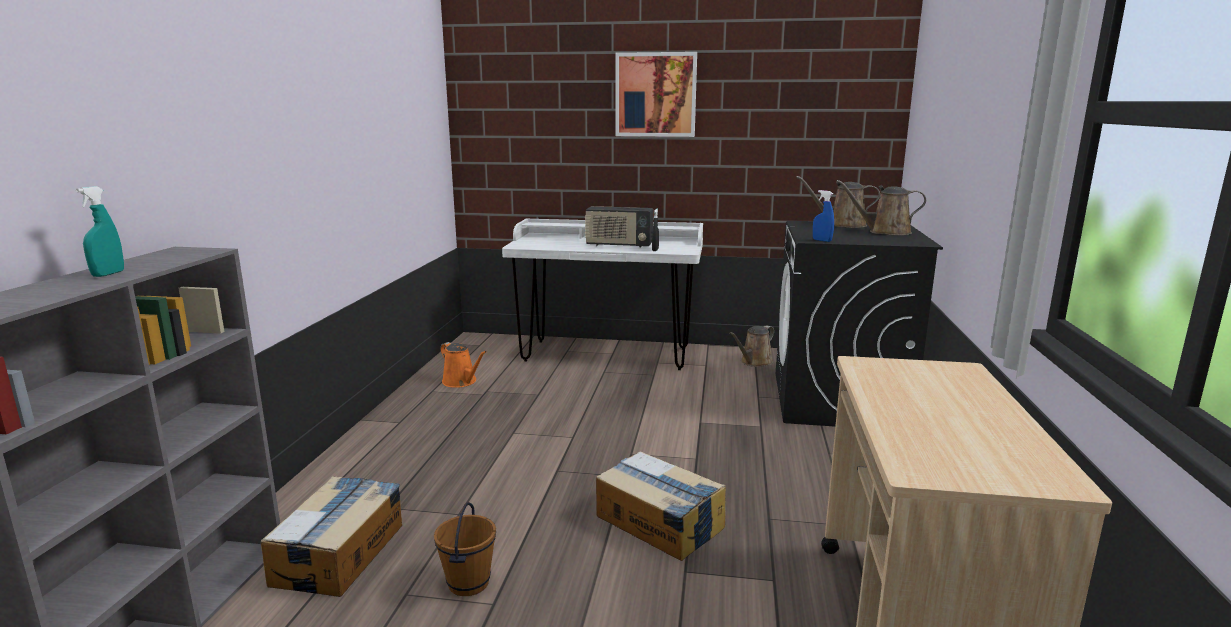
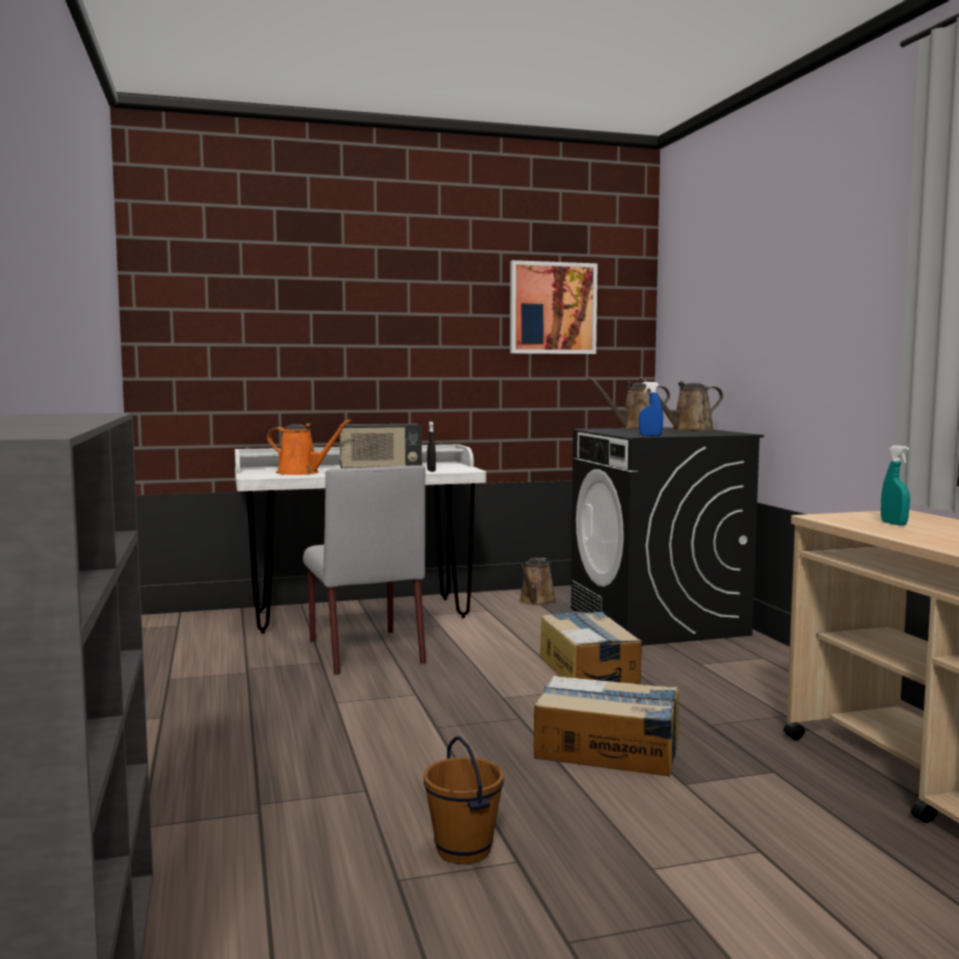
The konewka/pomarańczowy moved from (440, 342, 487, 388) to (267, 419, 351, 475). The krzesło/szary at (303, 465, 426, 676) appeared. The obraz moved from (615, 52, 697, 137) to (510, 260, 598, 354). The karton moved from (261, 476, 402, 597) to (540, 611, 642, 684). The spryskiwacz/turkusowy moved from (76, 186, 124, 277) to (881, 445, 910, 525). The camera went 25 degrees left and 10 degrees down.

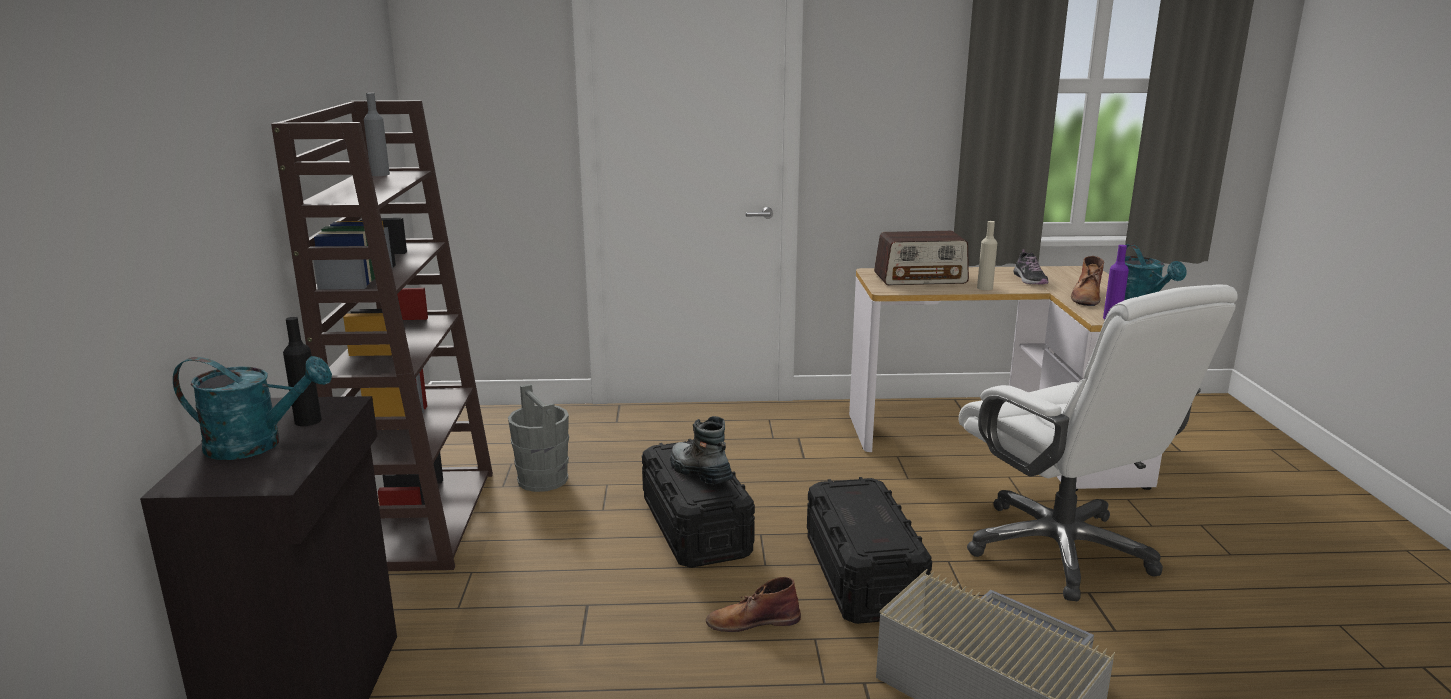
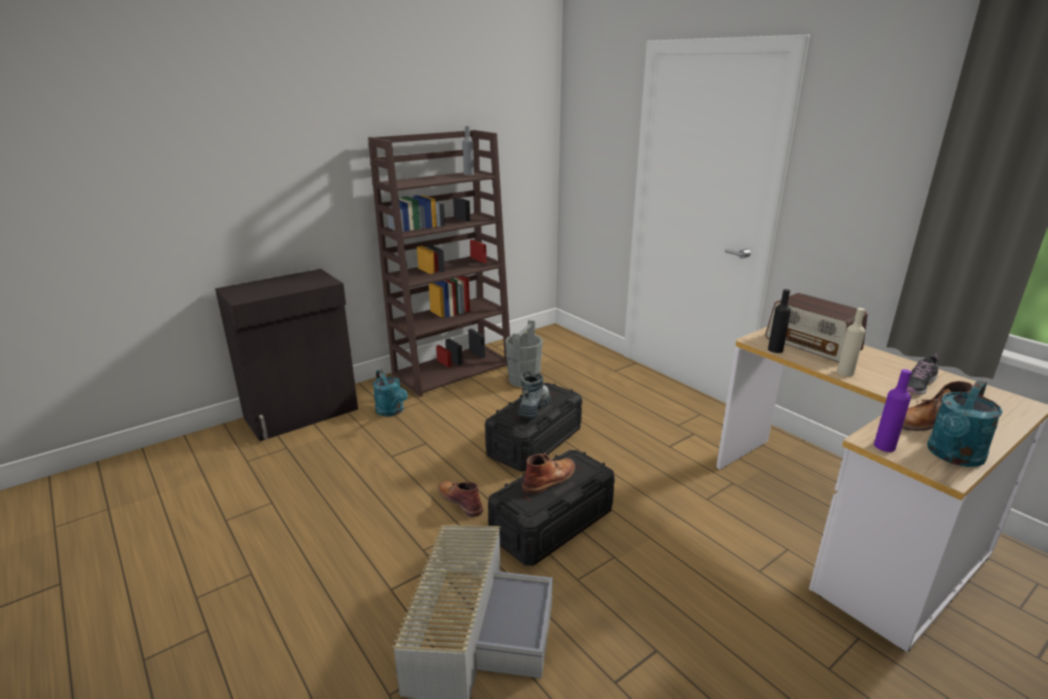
The konewka/turkusowy moved from (173, 356, 332, 460) to (373, 370, 408, 416). The but z cholewką/brązowy at (522, 453, 575, 494) appeared. The butelka/czarny moved from (283, 317, 322, 426) to (768, 289, 791, 353). The krzesło biurowe/biały at (959, 284, 1238, 601) disappeared. The camera went 55 degrees right and 5 degrees up.

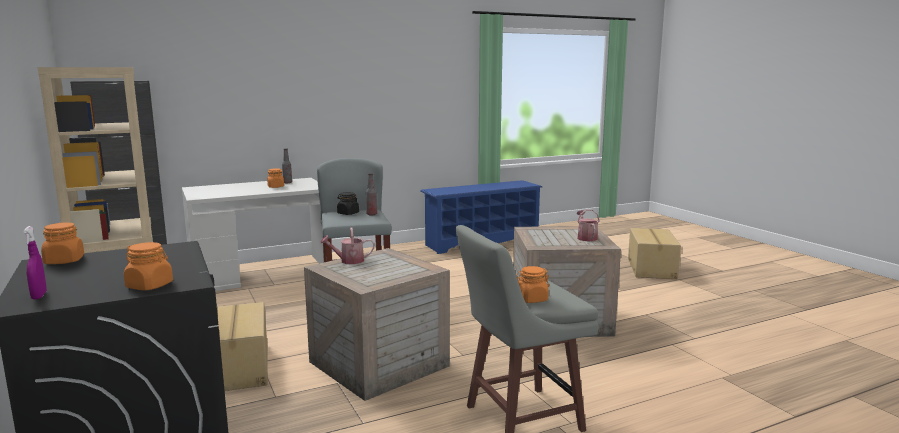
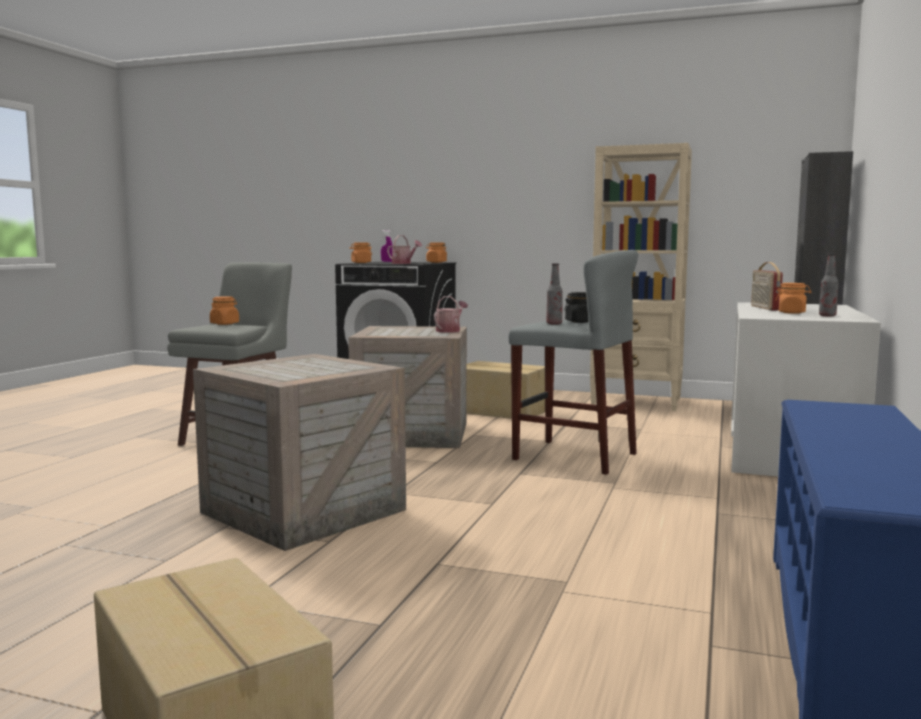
The konewka moved from (577, 210, 600, 241) to (387, 235, 422, 264). The radio at (751, 262, 783, 310) appeared. The camera went 135 degrees right and 5 degrees down.

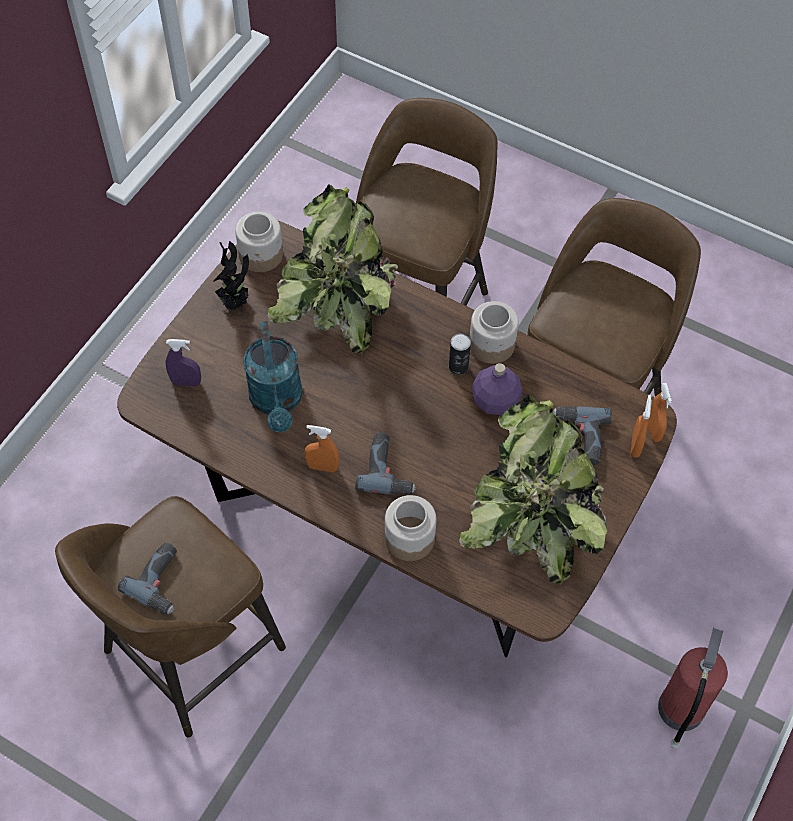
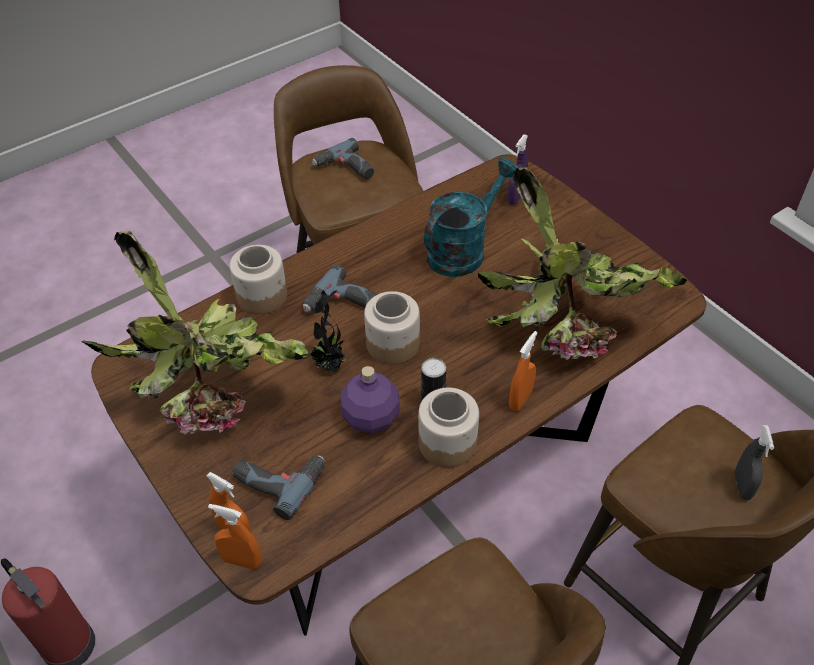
The roślina doniczkowa moved from (213, 241, 249, 310) to (310, 290, 348, 372). The słoik moved from (235, 212, 283, 272) to (364, 291, 420, 365). The konewka/turkusowy at (243, 321, 303, 432) turned 120 degrees clockwise. The spryskiwacz/pomarańczowy moved from (304, 425, 339, 472) to (509, 331, 538, 411). The spryskiwacz/szary at (735, 425, 774, 501) appeared. The camera went 115 degrees right and 10 degrees down.

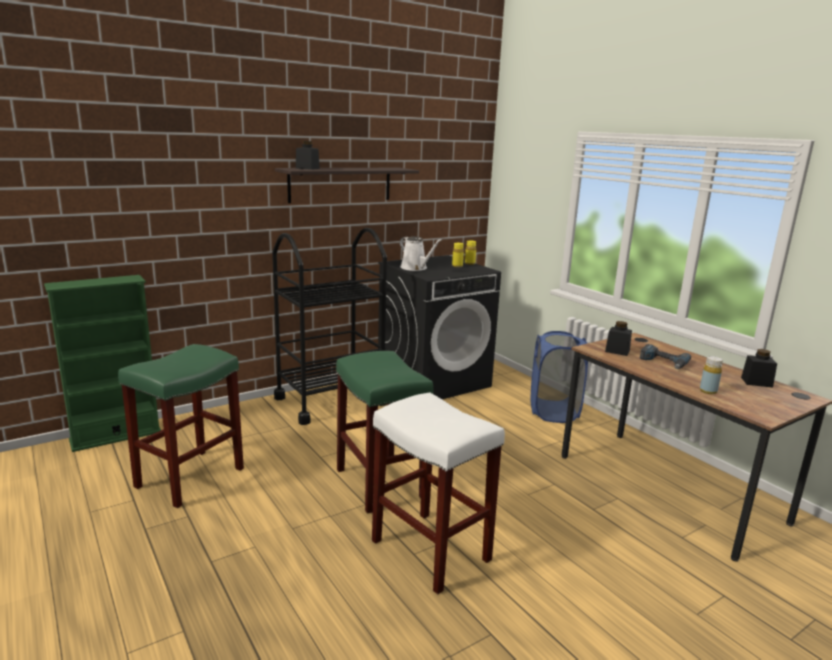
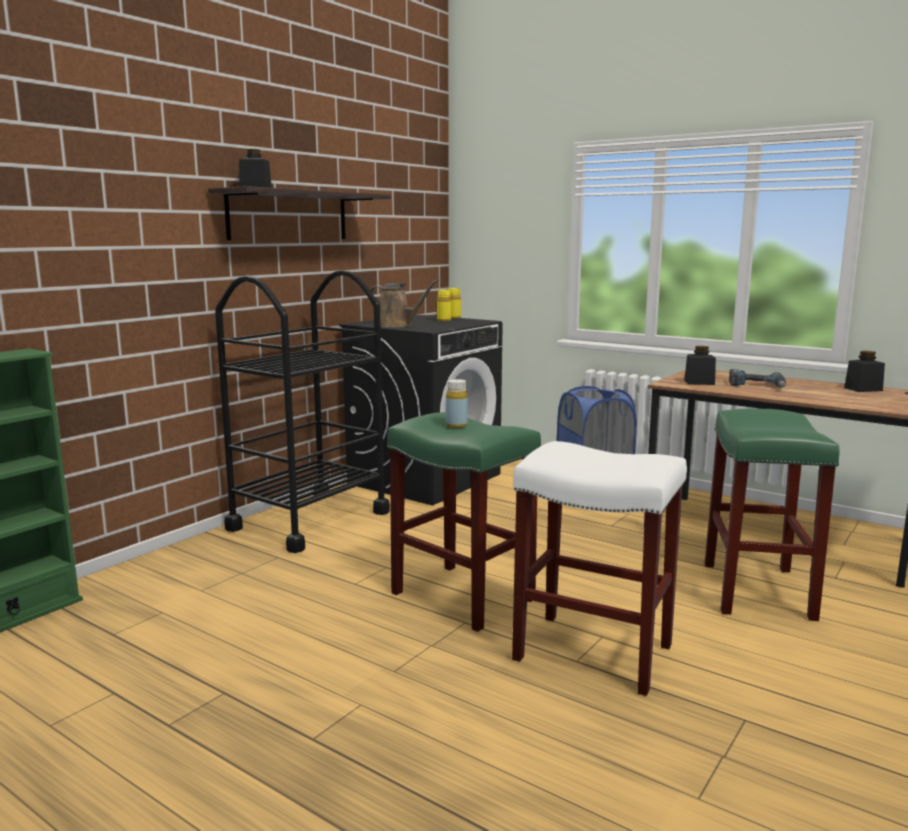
The konewka/biały at (400, 236, 442, 271) became the konewka/brązowy at (370, 279, 439, 327). The butelka/żółty moved from (700, 356, 723, 394) to (446, 379, 468, 428). The stołek/zielony moved from (118, 344, 244, 508) to (705, 408, 839, 621). The camera went 20 degrees left and 5 degrees down.

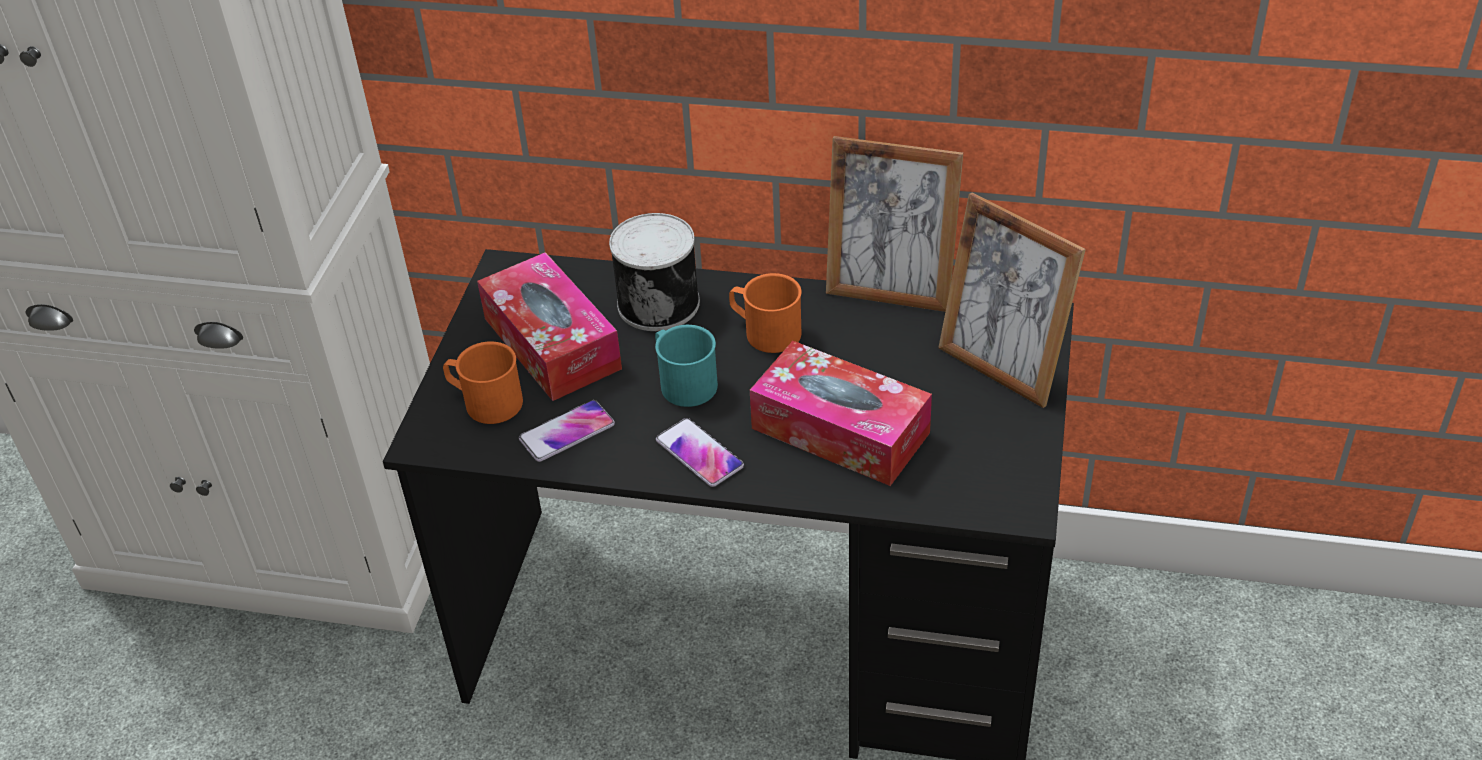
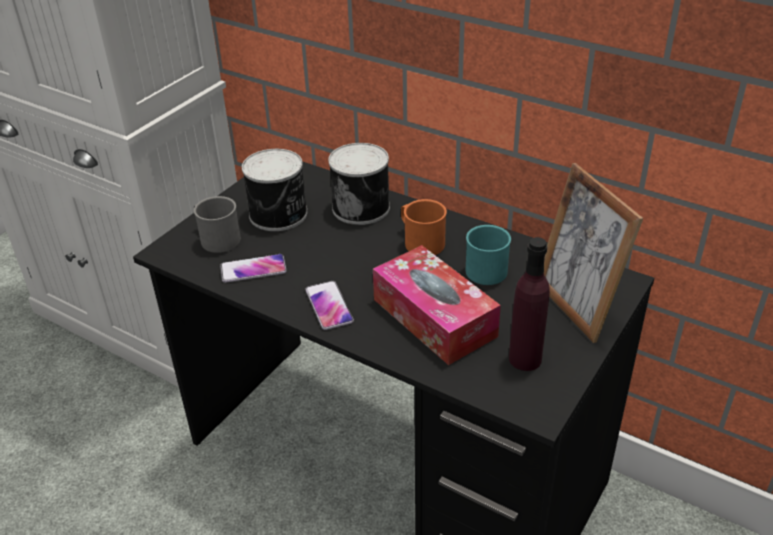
The kubek/pomarańczowy at (443, 341, 523, 424) became the kubek/szary at (194, 196, 241, 253). The pudełko chusteczek at (477, 252, 622, 401) was replaced by the puszka at (242, 149, 308, 231). The kubek/turkusowy moved from (655, 325, 718, 407) to (466, 225, 511, 285). The butelka/fioletowy at (509, 237, 550, 371) appeared. The ramka na zdjęcie at (826, 136, 963, 312) disappeared. The camera went 20 degrees right and 5 degrees down.

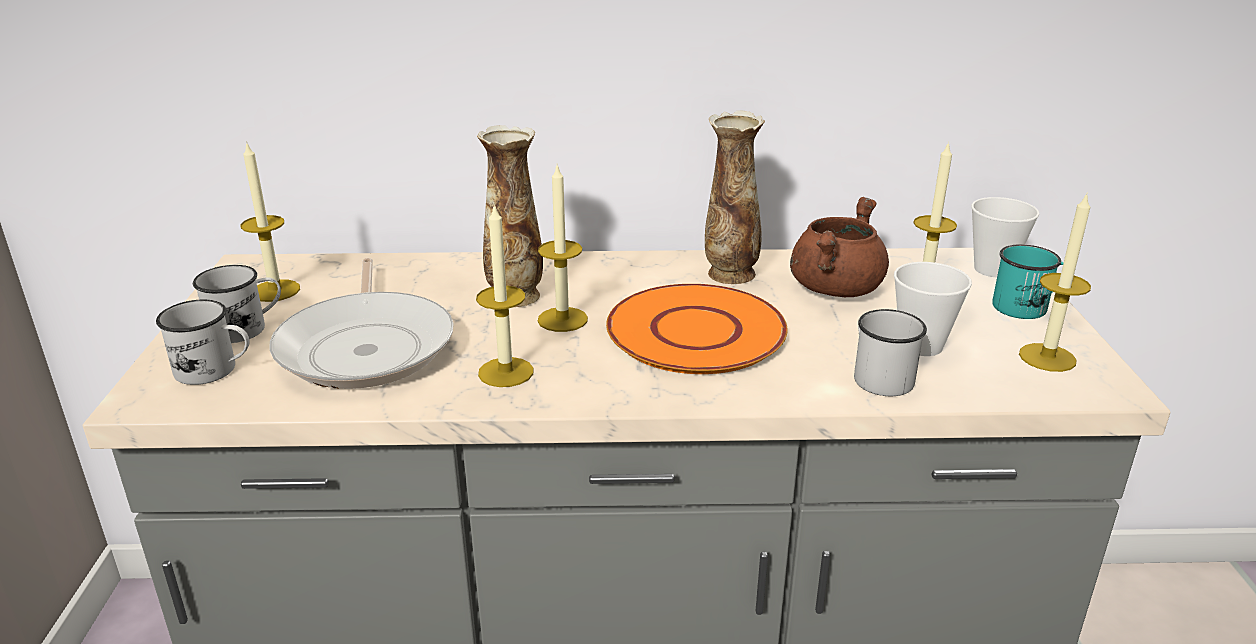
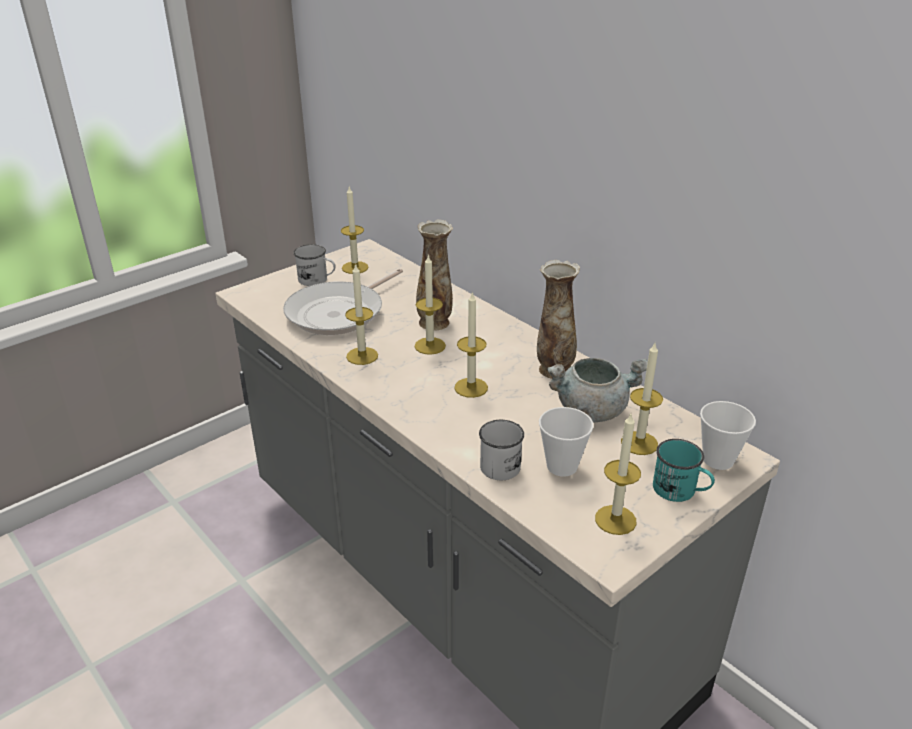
The talerz/pomarańczowy at (606, 284, 788, 374) was replaced by the świeca at (454, 291, 488, 398). The garnek/brązowy at (790, 197, 889, 297) became the garnek/szary at (547, 358, 648, 422). The kubek/biały at (156, 300, 249, 385) disappeared. The camera went 50 degrees right and 5 degrees up.

